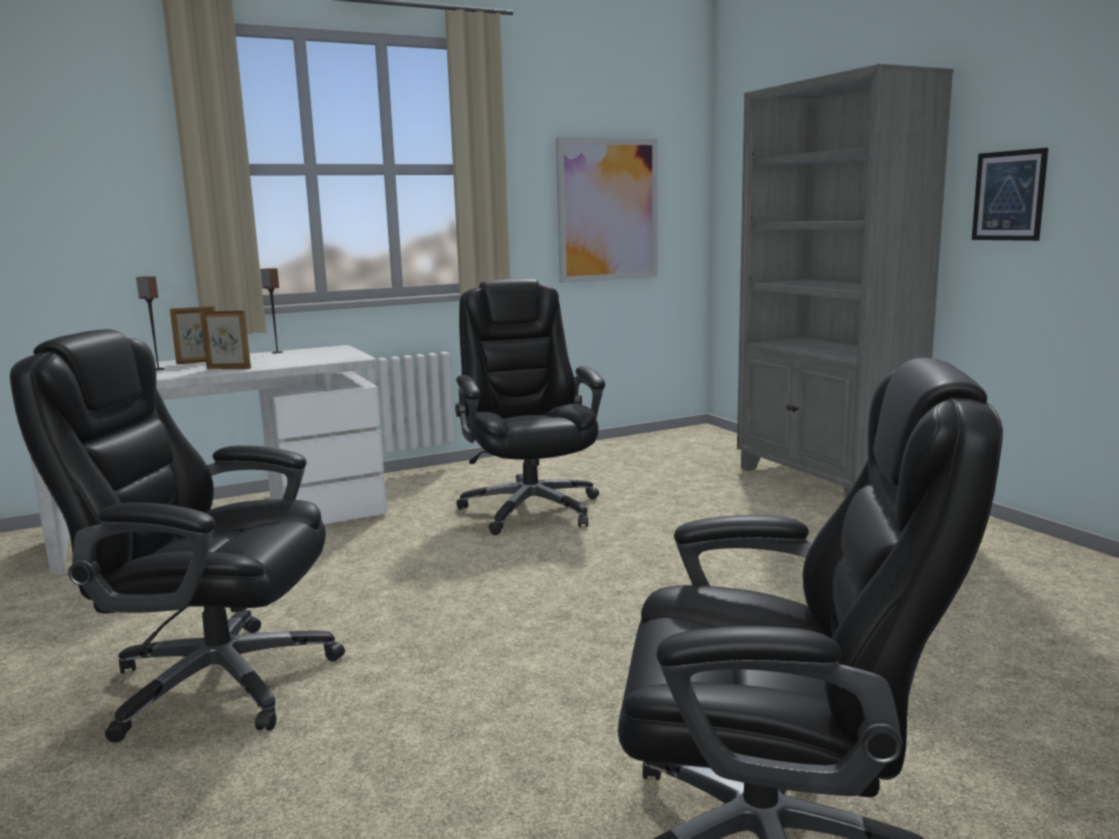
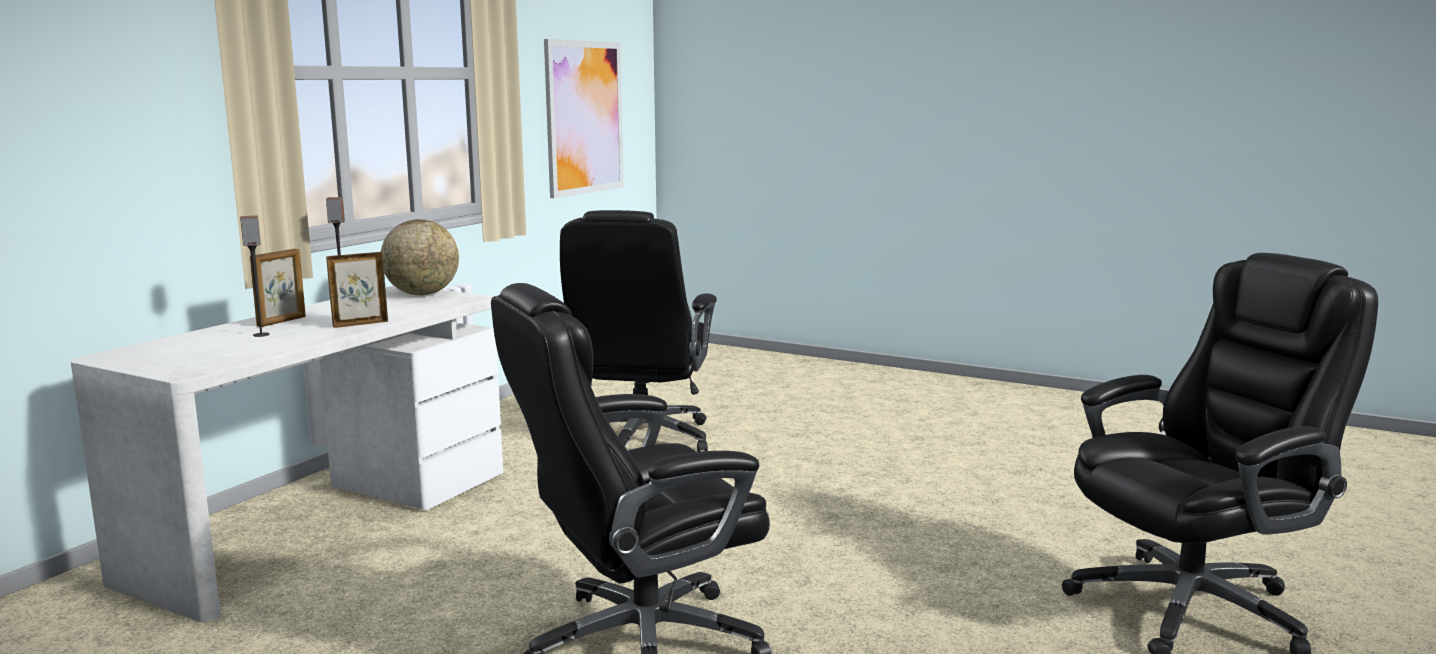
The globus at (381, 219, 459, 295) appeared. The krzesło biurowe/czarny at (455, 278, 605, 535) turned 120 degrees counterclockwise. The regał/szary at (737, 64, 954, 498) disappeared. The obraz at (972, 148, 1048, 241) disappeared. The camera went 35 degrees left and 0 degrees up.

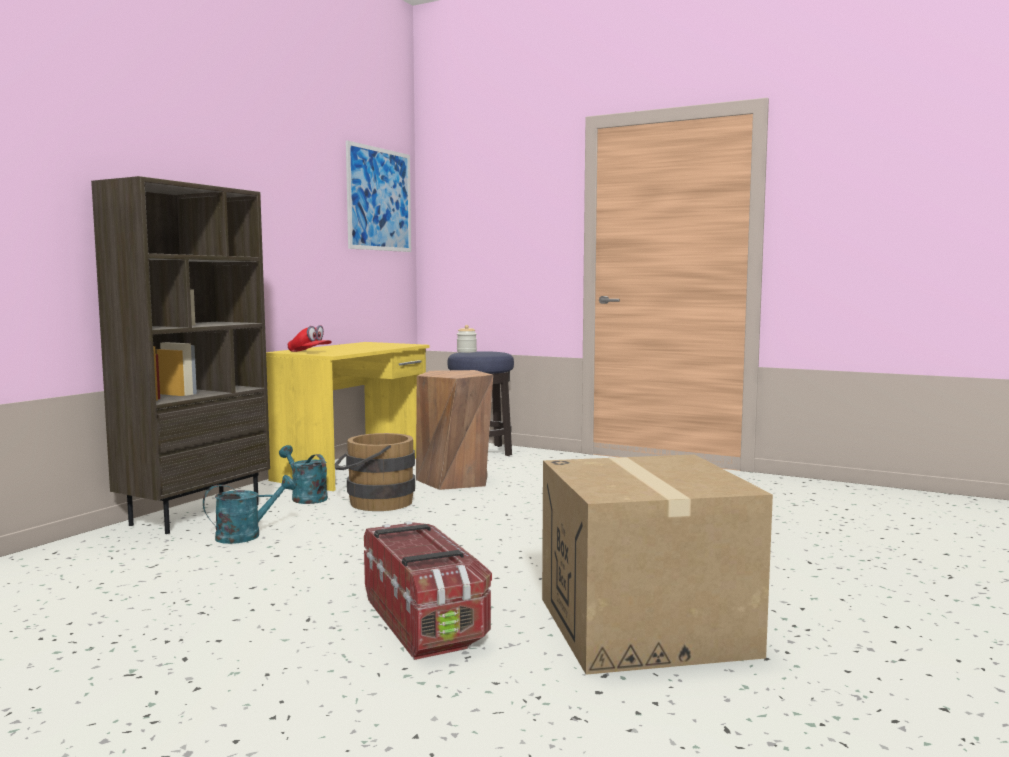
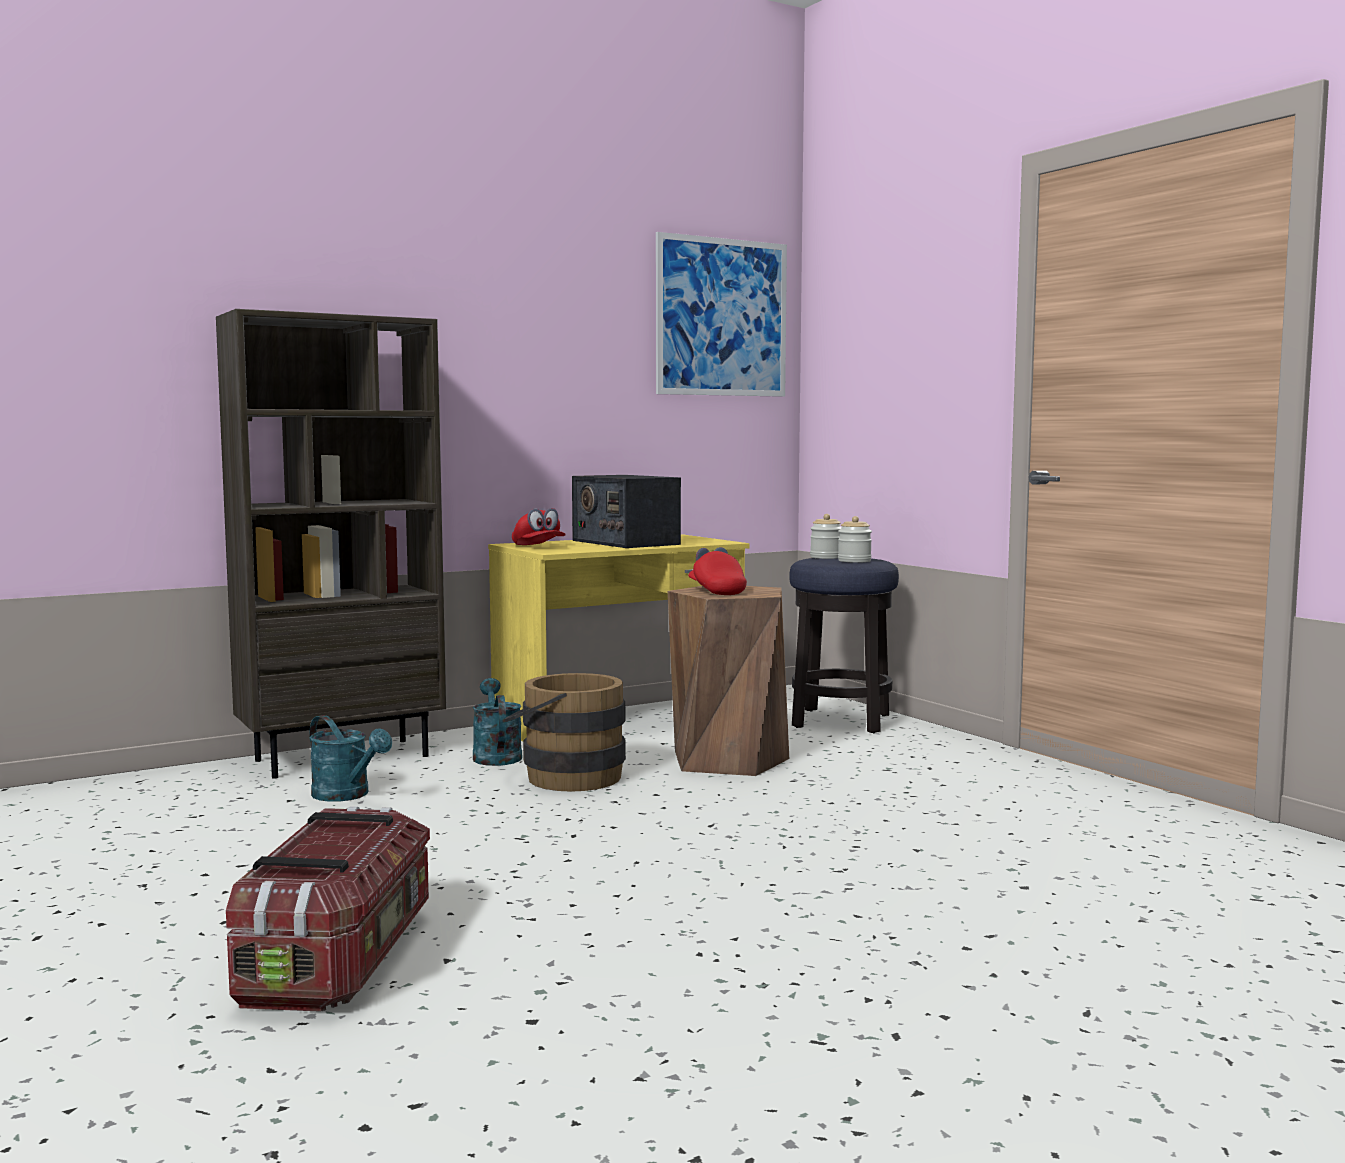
The konewka/turkusowy at (203, 475, 296, 544) turned 45 degrees clockwise. The radio at (572, 475, 681, 548) appeared. The czapka z daszkiem/czerwony at (688, 547, 747, 595) appeared. The słoik at (838, 516, 872, 563) appeared. The karton at (542, 454, 773, 675) disappeared. The camera went 30 degrees right and 0 degrees up.

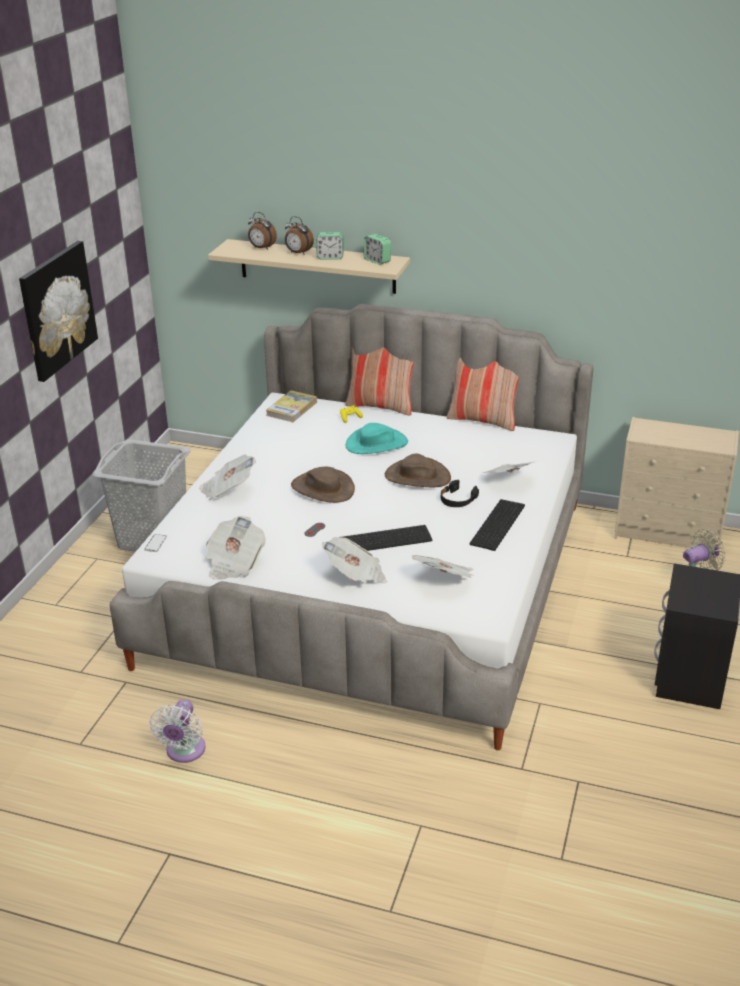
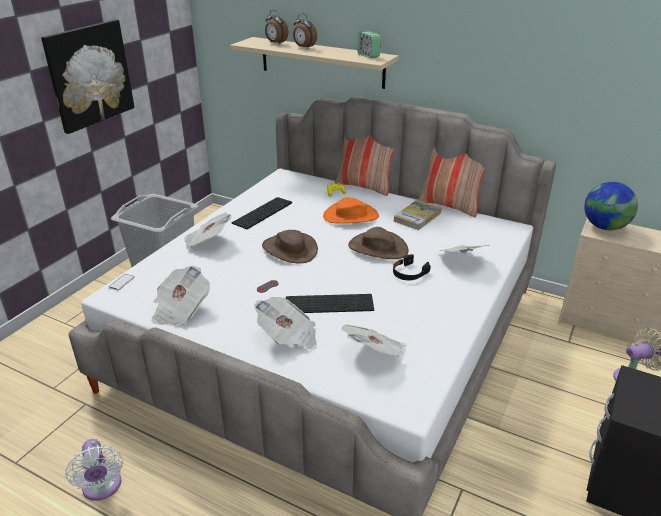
The wentylator/biały at (149, 700, 206, 763) turned 45 degrees counterclockwise. The klawiatura moved from (469, 499, 525, 551) to (232, 197, 292, 229). The kapelusz/turkusowy at (346, 423, 408, 454) became the kapelusz/pomarańczowy at (323, 197, 379, 224). The książka moved from (266, 390, 317, 422) to (393, 200, 442, 230). The globus at (584, 182, 638, 230) appeared. The budzik at (316, 232, 344, 260) disappeared. The camera went 10 degrees right and 0 degrees up.

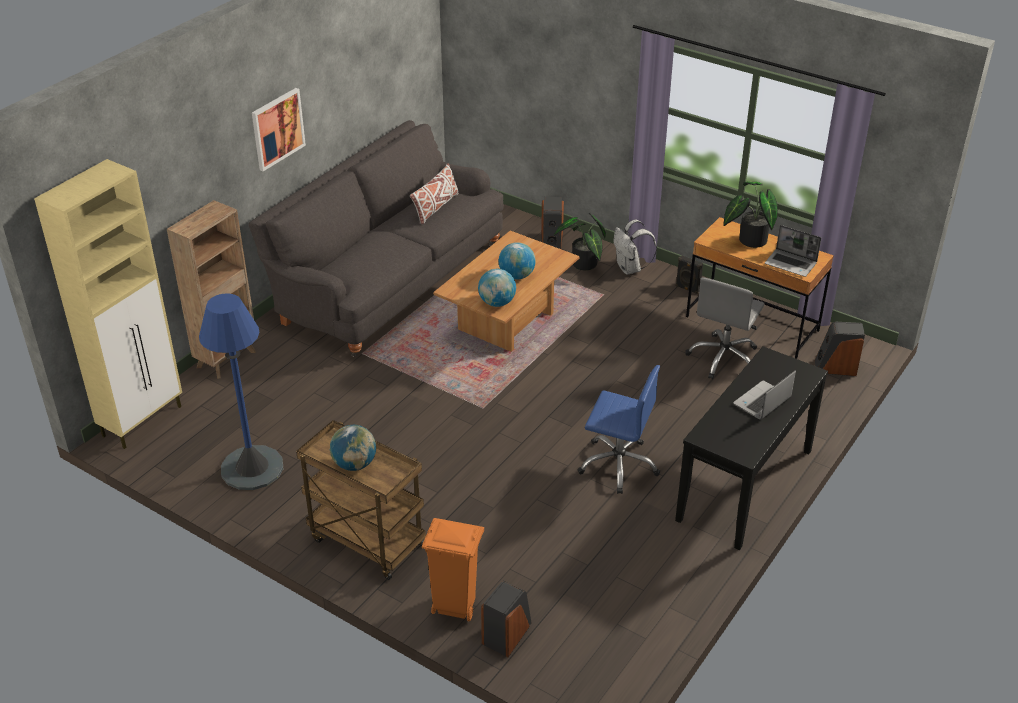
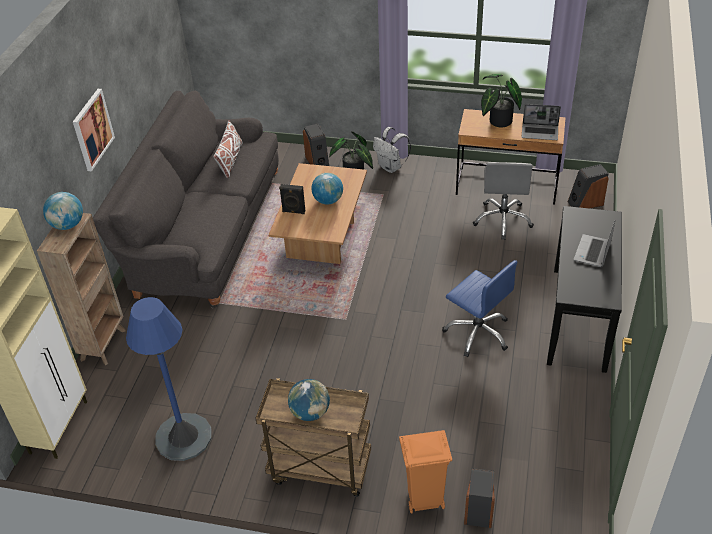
The globus moved from (478, 269, 516, 307) to (43, 192, 83, 230). The głośnik/czarny moved from (676, 255, 703, 294) to (279, 184, 305, 214). The krzesło biurowe/niebieski at (577, 365, 660, 494) turned 45 degrees clockwise. The camera went 20 degrees left and 5 degrees up.

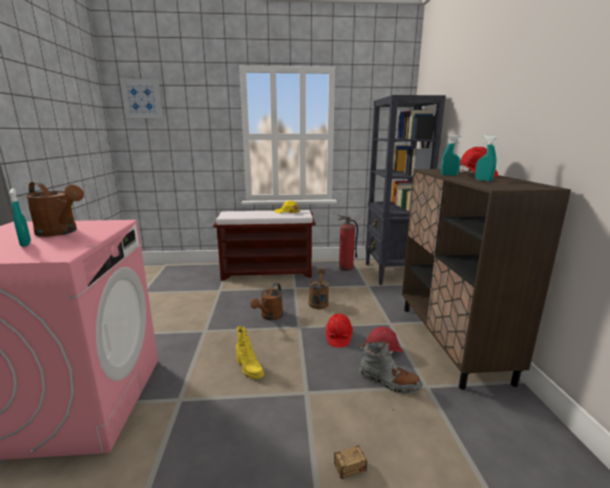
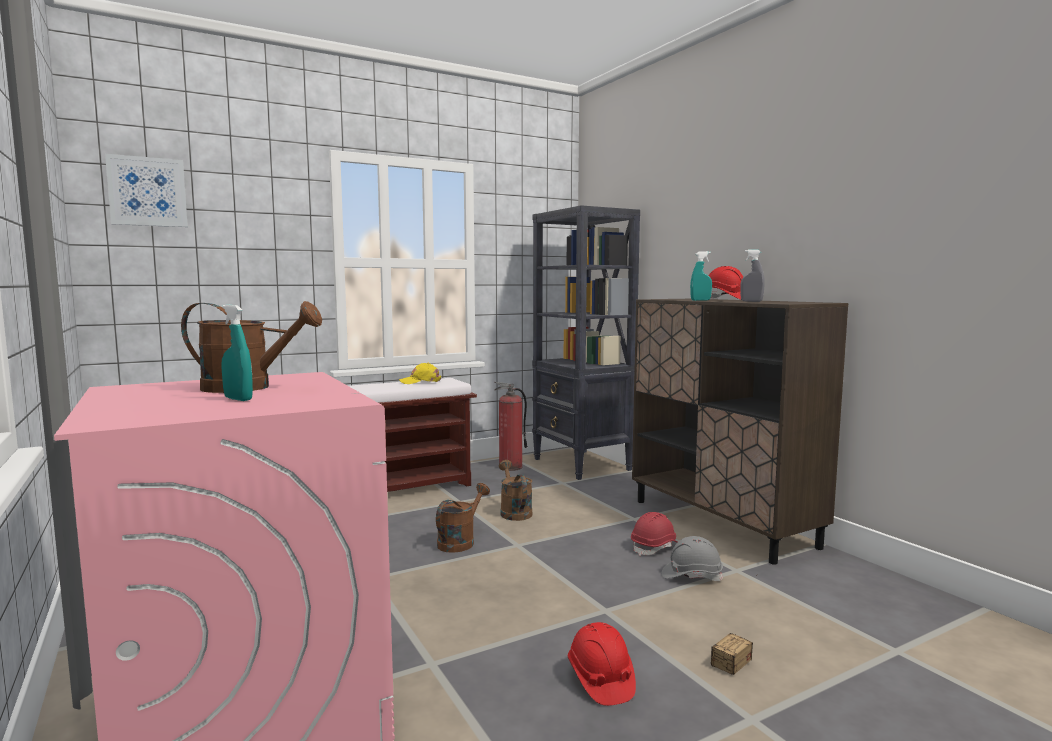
The konewka/brązowy at (250, 283, 283, 320) turned 150 degrees counterclockwise. The kask/czerwony moved from (326, 314, 353, 348) to (568, 622, 636, 706). The but z cholewką/szary at (359, 341, 422, 394) was replaced by the kask/szary at (662, 536, 723, 581). The spryskiwacz/turkusowy at (475, 135, 497, 181) became the spryskiwacz/szary at (740, 250, 764, 302). The but z cholewką/żółty at (236, 326, 264, 379) disappeared. The camera went 25 degrees left and 10 degrees down.

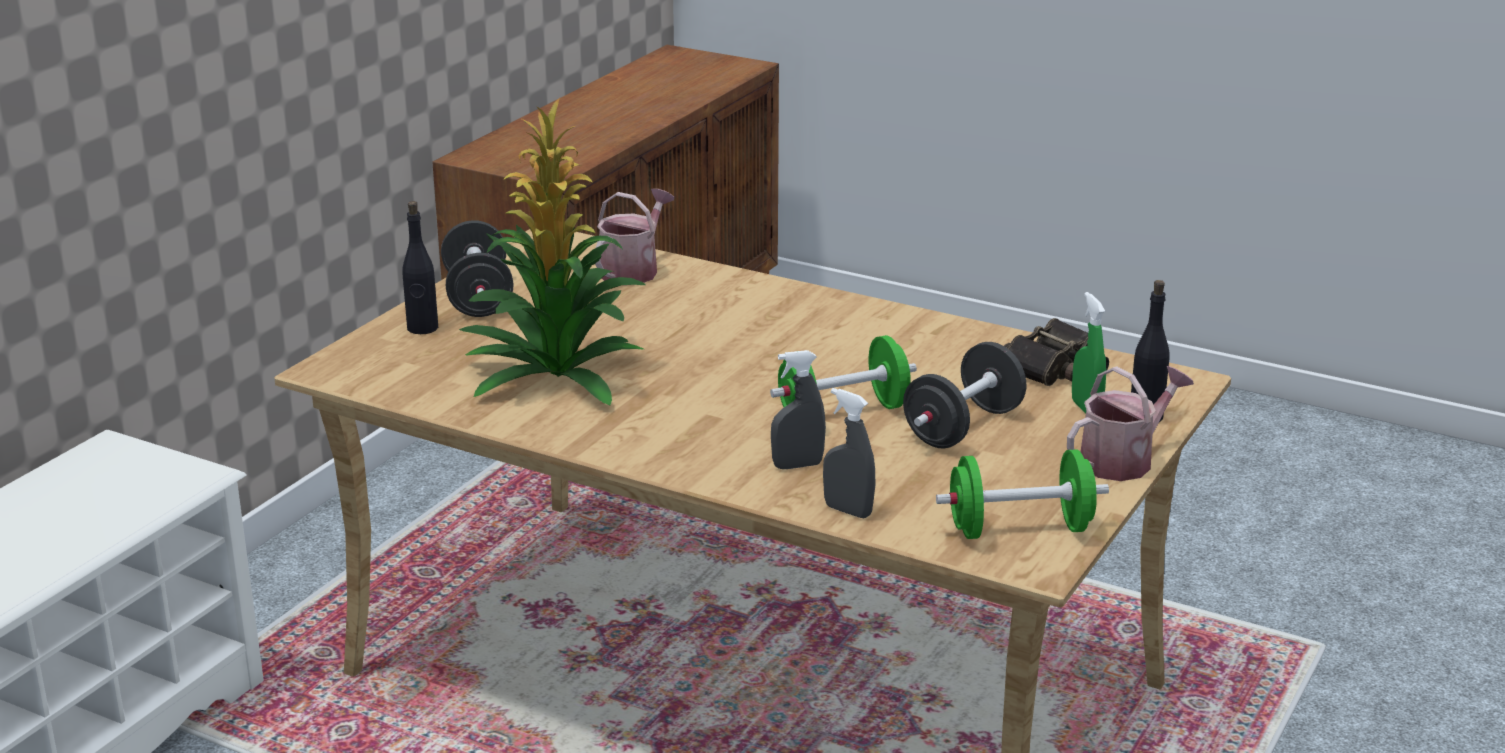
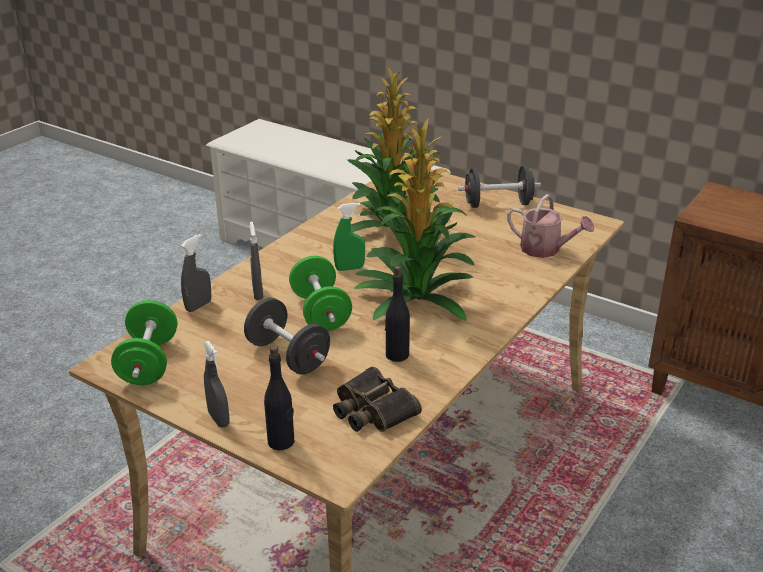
The konewka at (1067, 366, 1194, 481) was replaced by the spryskiwacz/szary at (203, 340, 230, 428). The spryskiwacz/zielony moved from (1072, 292, 1106, 414) to (333, 203, 365, 271). The roślina doniczkowa at (354, 117, 475, 321) appeared. The butelka/czarny moved from (403, 201, 438, 334) to (385, 266, 410, 362). The camera went 95 degrees right and 5 degrees up.

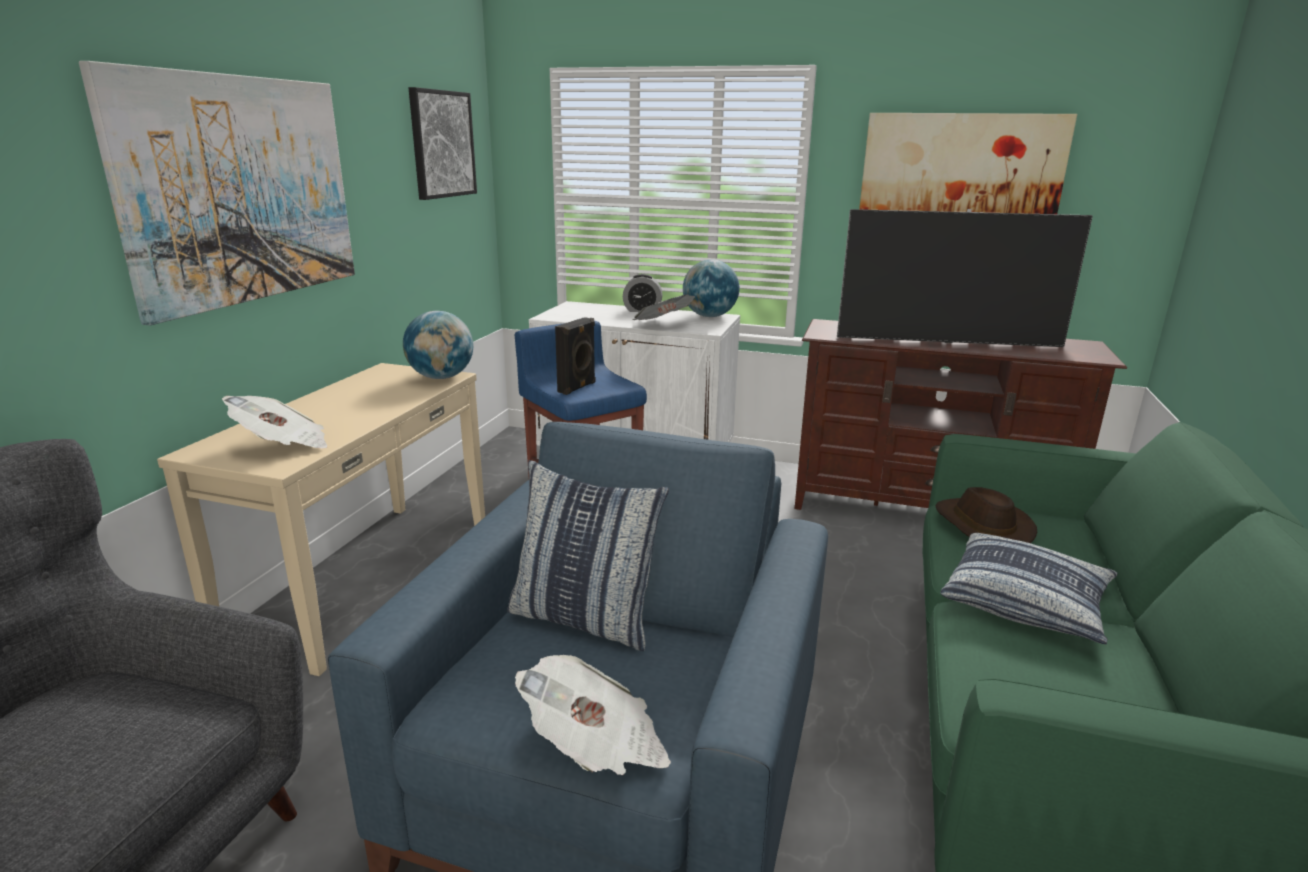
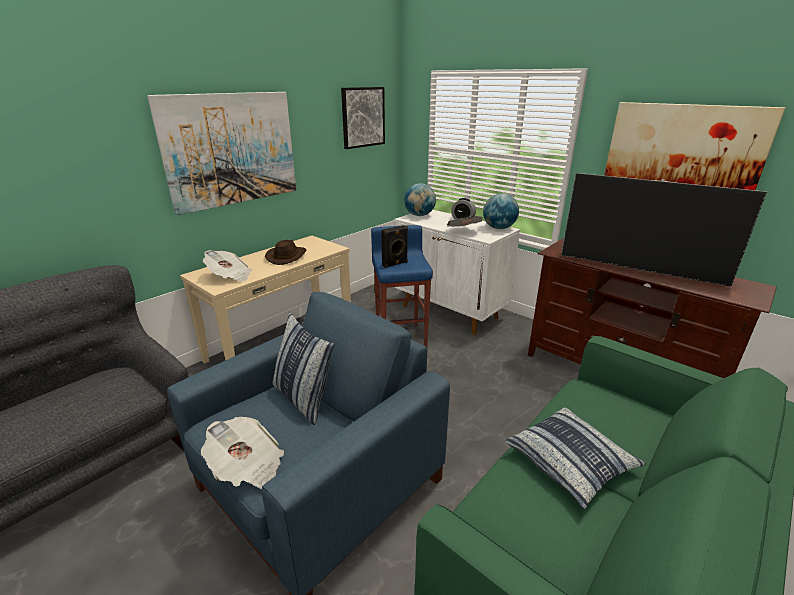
The kapelusz/brązowy moved from (936, 487, 1037, 543) to (265, 240, 307, 265). The globus moved from (403, 311, 473, 379) to (404, 183, 436, 216). The camera went 25 degrees right and 5 degrees up.

